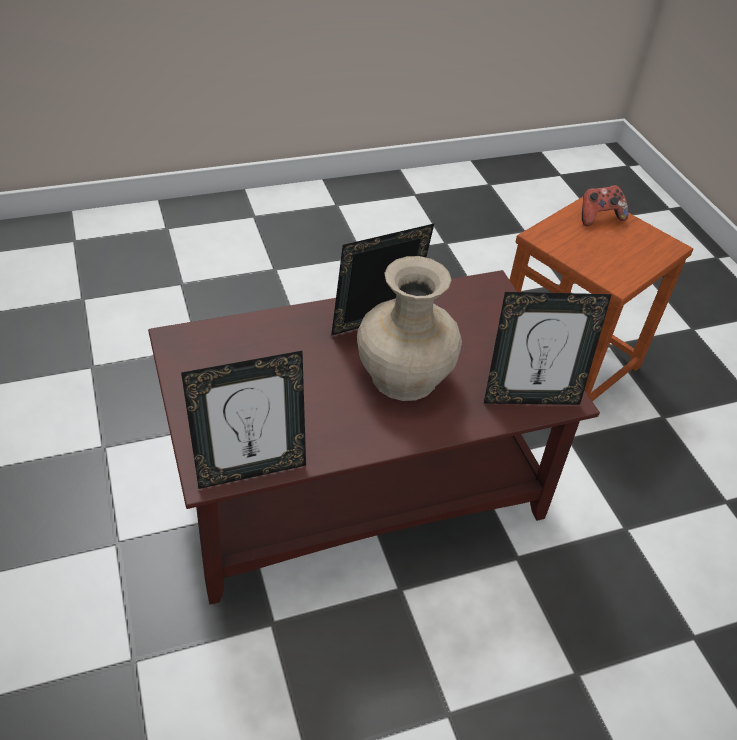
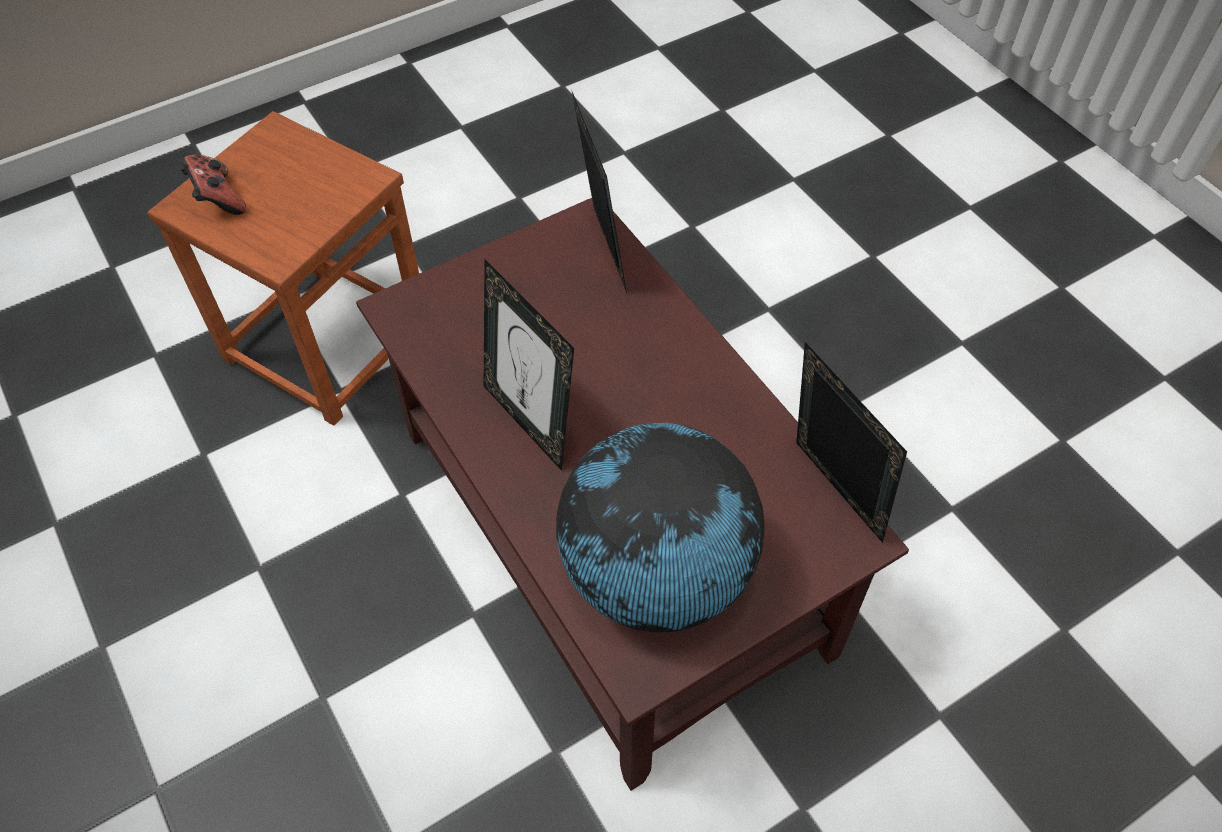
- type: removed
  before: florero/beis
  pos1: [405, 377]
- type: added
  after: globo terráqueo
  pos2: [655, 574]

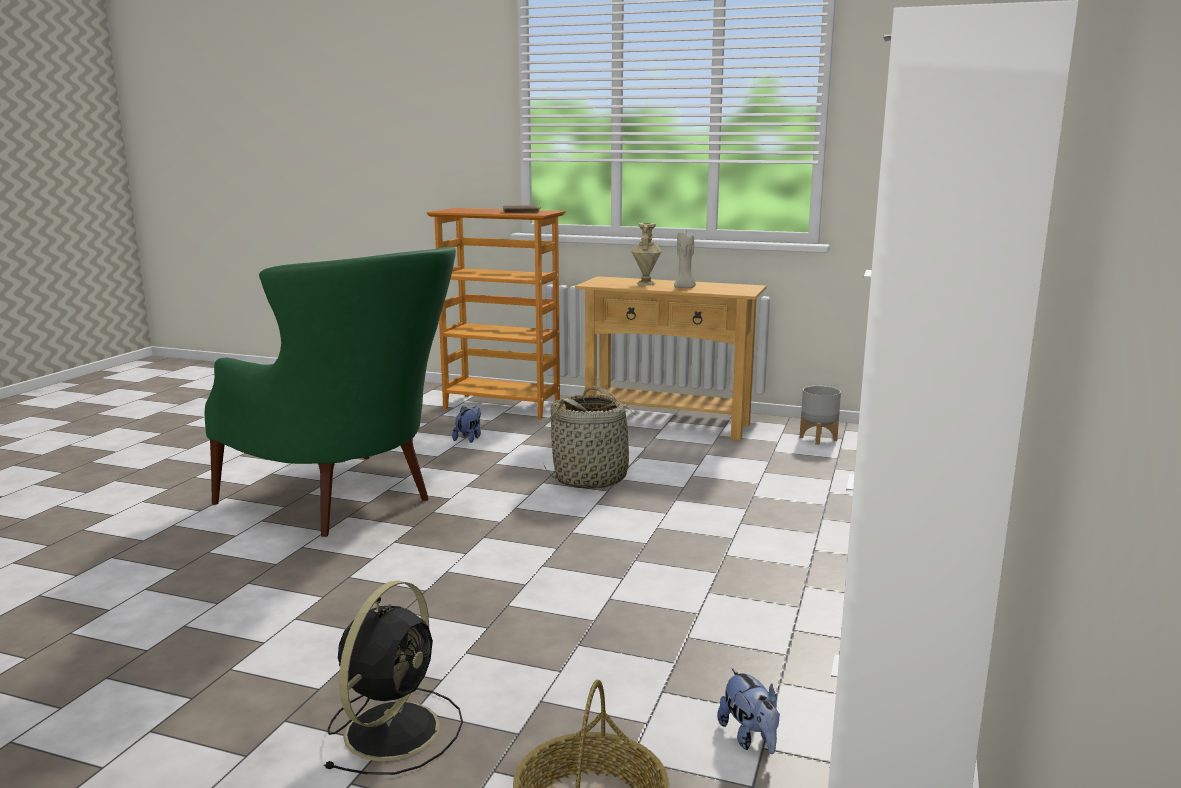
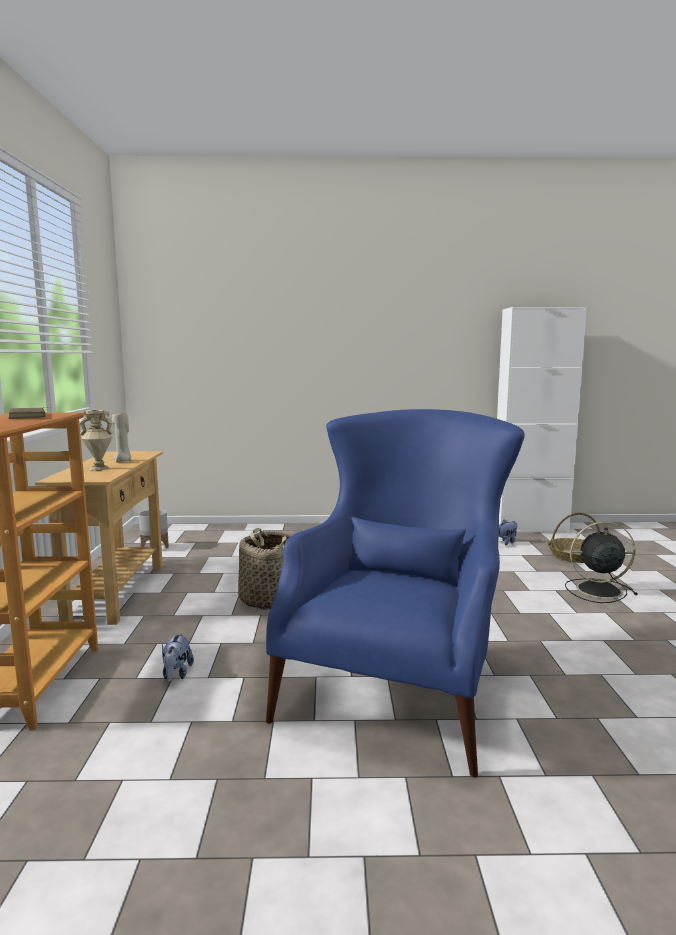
- type: recoloured
  before: sillón/verde
  after: sillón/azul
  pos1: [350, 504]
  pos2: [399, 683]
- type: turned
  before: peluche
  pos1: [469, 438]
  pos2: [176, 674]
  turn: -90

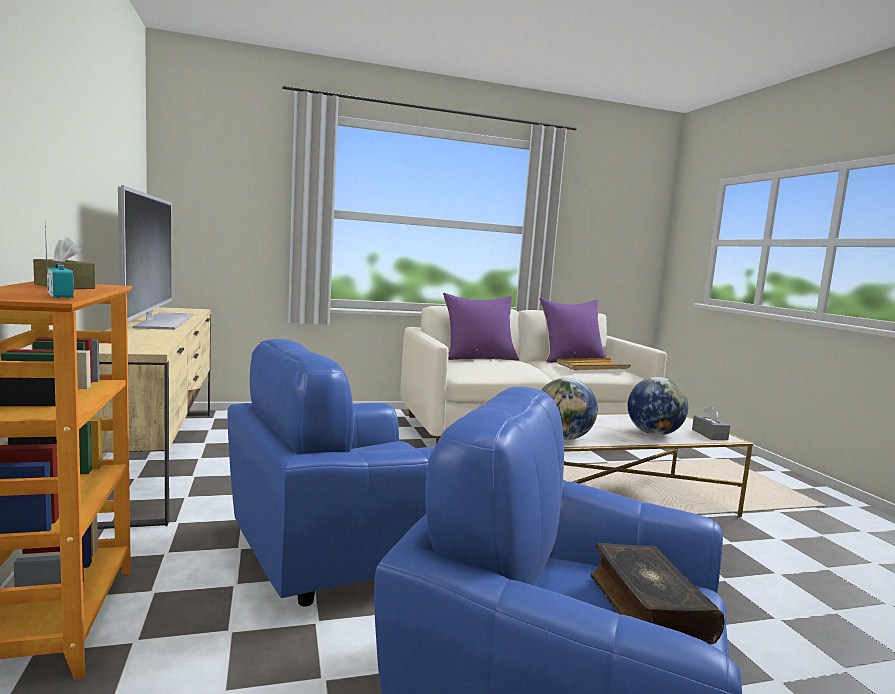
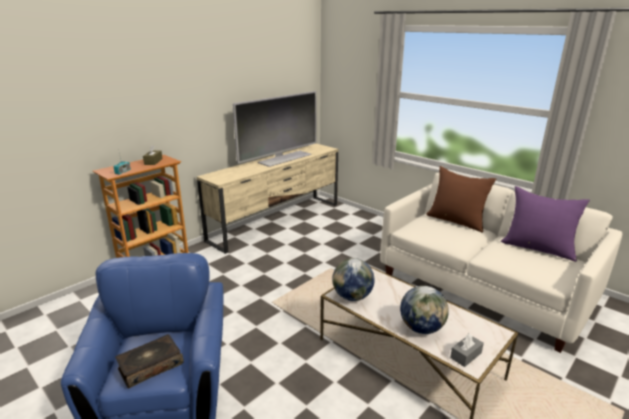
- type: removed
  before: sillón/azul
  pos1: [342, 552]
- type: recoloured
  before: cojín/morado
  after: cojín/marrón
  pos1: [479, 358]
  pos2: [456, 221]
- type: removed
  before: bandeja/beis
  pos1: [592, 367]

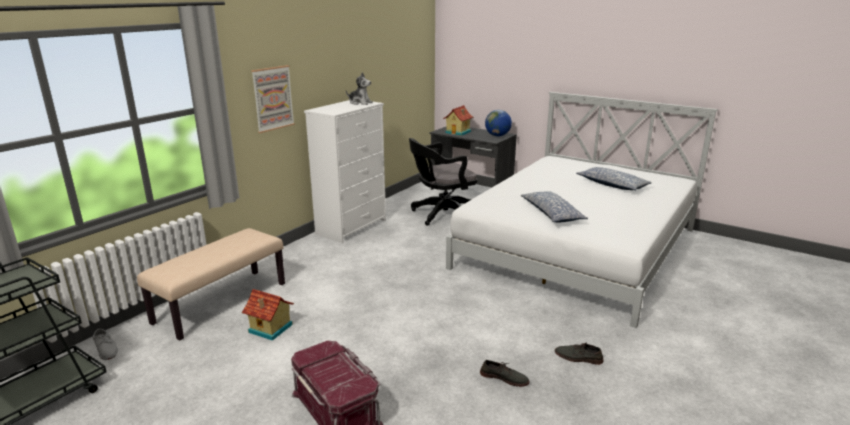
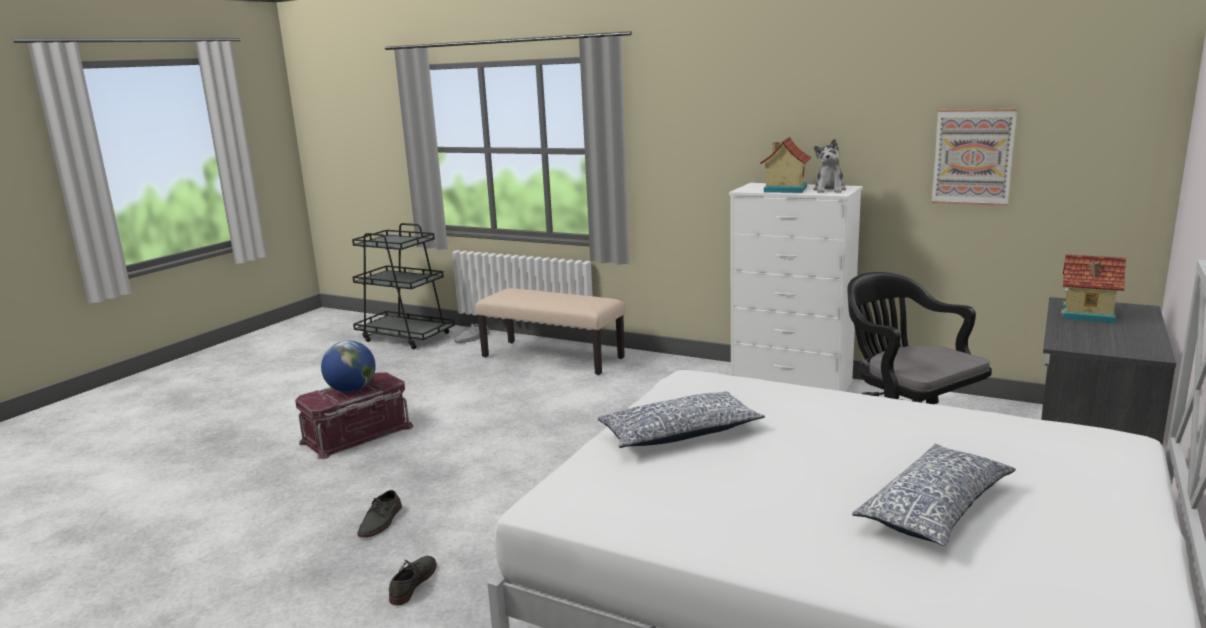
- type: moved
  before: casita
  pos1: [270, 329]
  pos2: [784, 189]
- type: moved
  before: cuadro
  pos1: [272, 98]
  pos2: [973, 157]
- type: moved
  before: globo terráqueo
  pos1: [497, 136]
  pos2: [352, 390]

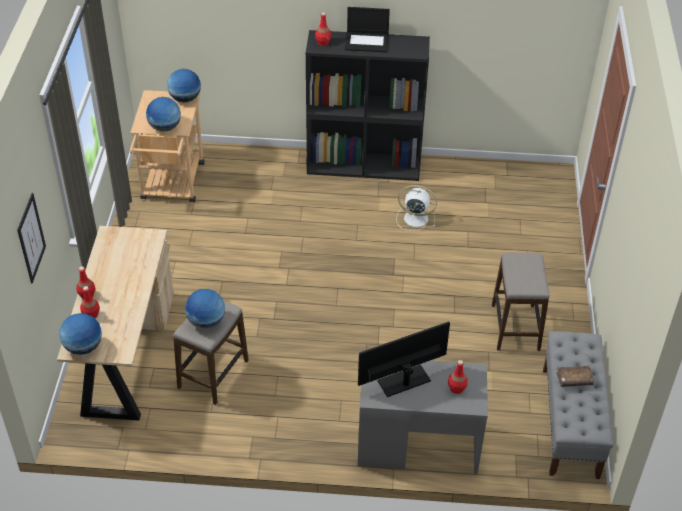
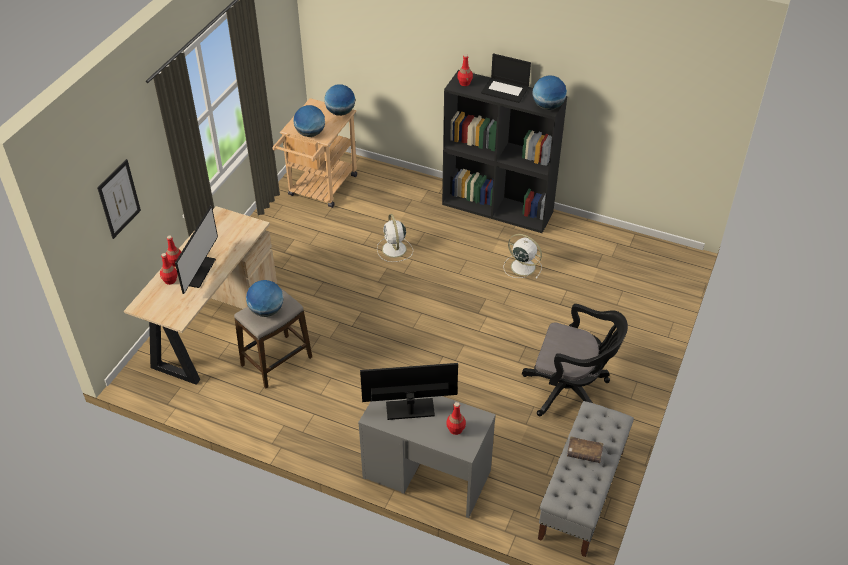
- type: moved
  before: globo terráqueo
  pos1: [83, 347]
  pos2: [547, 106]
- type: replaced
  before: taburete
  after: silla de oficina/negro
  pos1: [515, 327]
  pos2: [570, 390]
- type: added
  after: monitor
  pos2: [198, 272]
- type: added
  after: ventilador/blanco
  pos2: [394, 250]

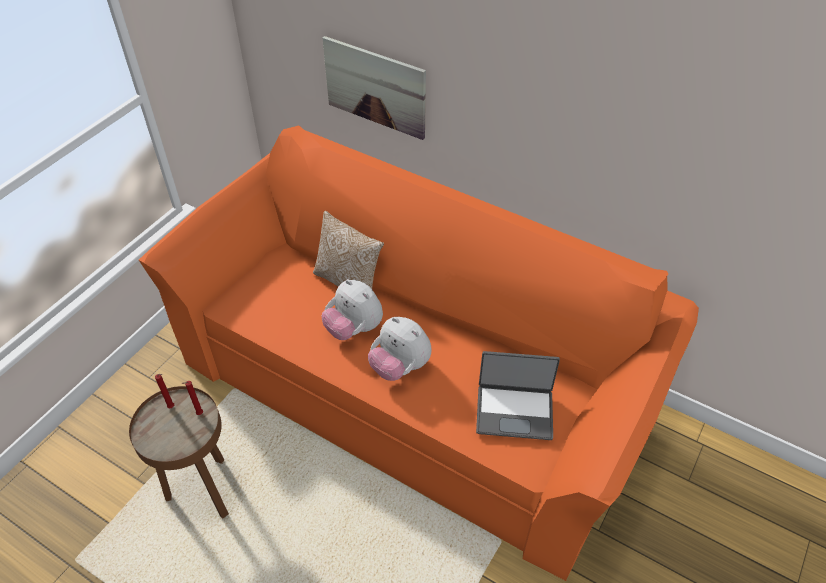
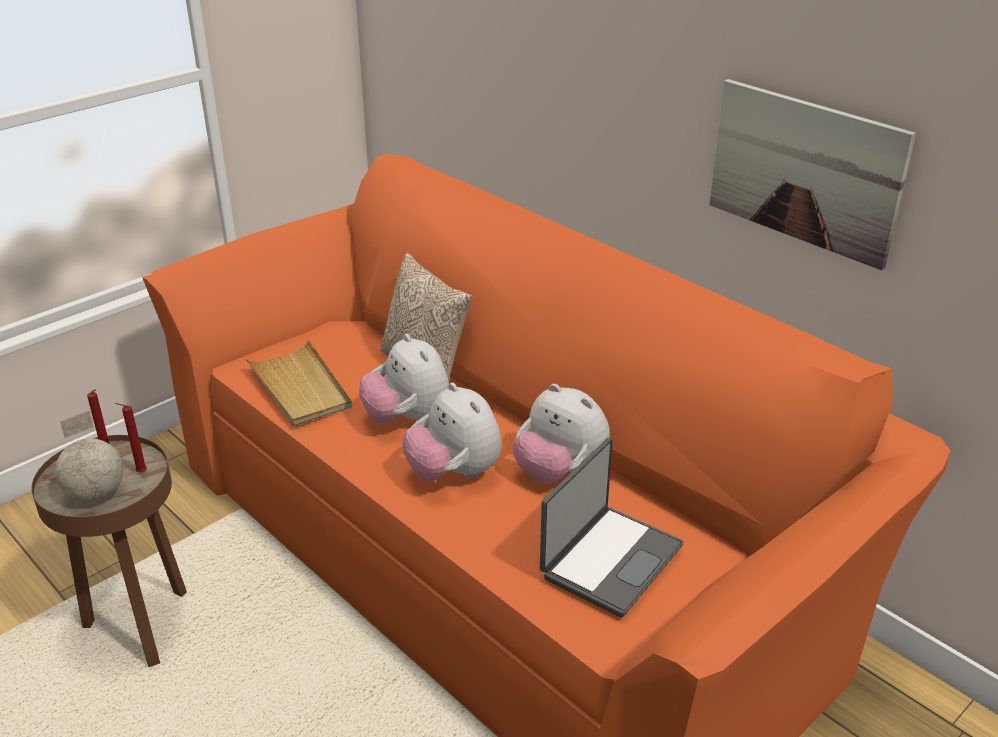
- type: moved
  before: cuadro
  pos1: [375, 87]
  pos2: [805, 171]
- type: turned
  before: portátil
  pos1: [514, 411]
  pos2: [610, 560]
  turn: -75
- type: added
  after: globo terráqueo
  pos2: [97, 494]
- type: added
  after: bandeja/beis
  pos2: [299, 387]
- type: added
  after: peluche
  pos2: [559, 472]

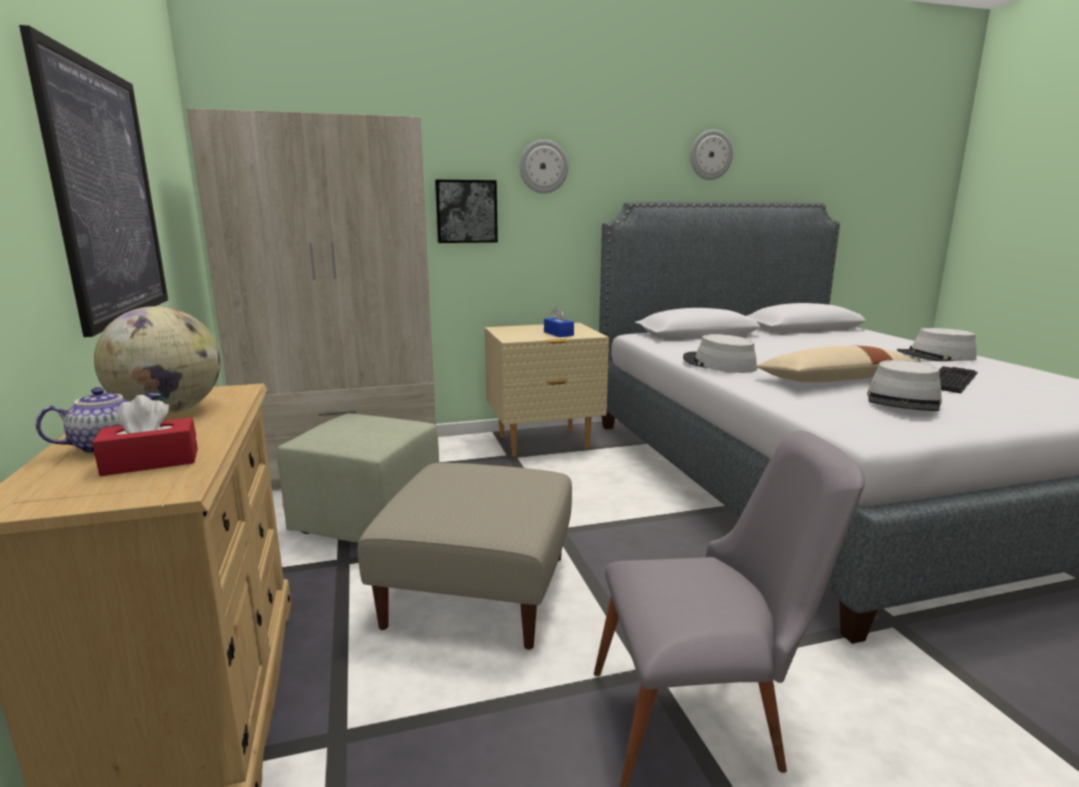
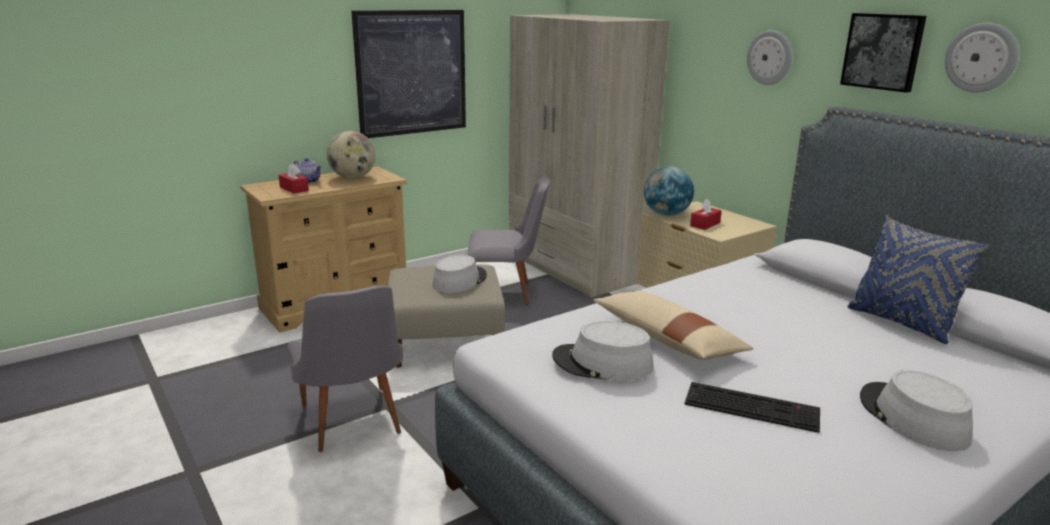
- type: replaced
  before: puf/verde
  after: silla/gris
  pos1: [370, 520]
  pos2: [505, 294]
- type: moved
  before: cuadro
  pos1: [466, 211]
  pos2: [883, 51]
- type: recoloured
  before: caja de pañuelos/azul
  after: caja de pañuelos/rojo
  pos1: [558, 333]
  pos2: [705, 224]
- type: moved
  before: sombrero/gris
  pos1: [718, 364]
  pos2: [459, 281]
- type: added
  after: globo terráqueo
  pos2: [666, 214]
- type: added
  after: cojín/azul
  pos2: [901, 323]

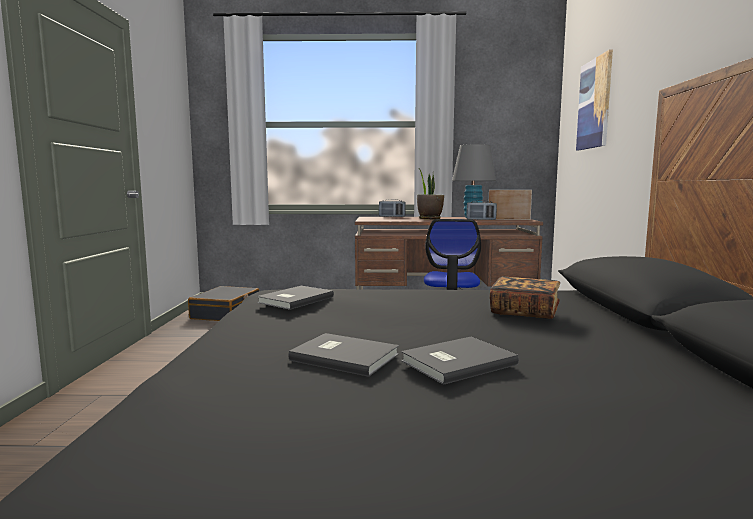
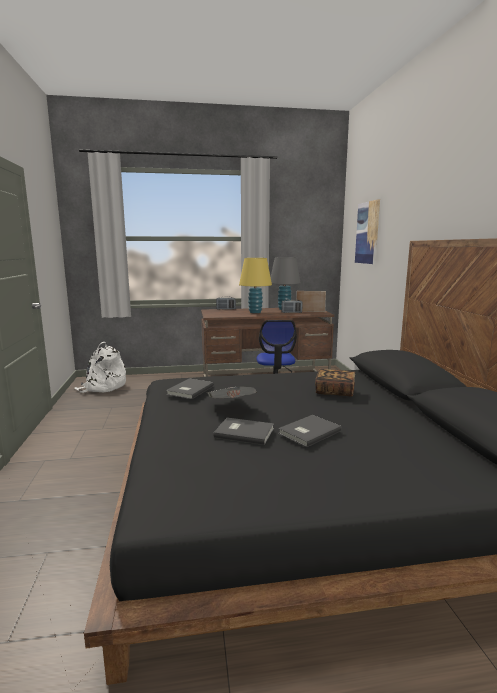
- type: replaced
  before: maleta/negro
  after: mochila/blanco
  pos1: [226, 313]
  pos2: [103, 387]
- type: replaced
  before: planta en maceta
  after: lámpara de mesa/amarillo
  pos1: [429, 219]
  pos2: [255, 312]
- type: added
  after: periódico
  pos2: [232, 406]

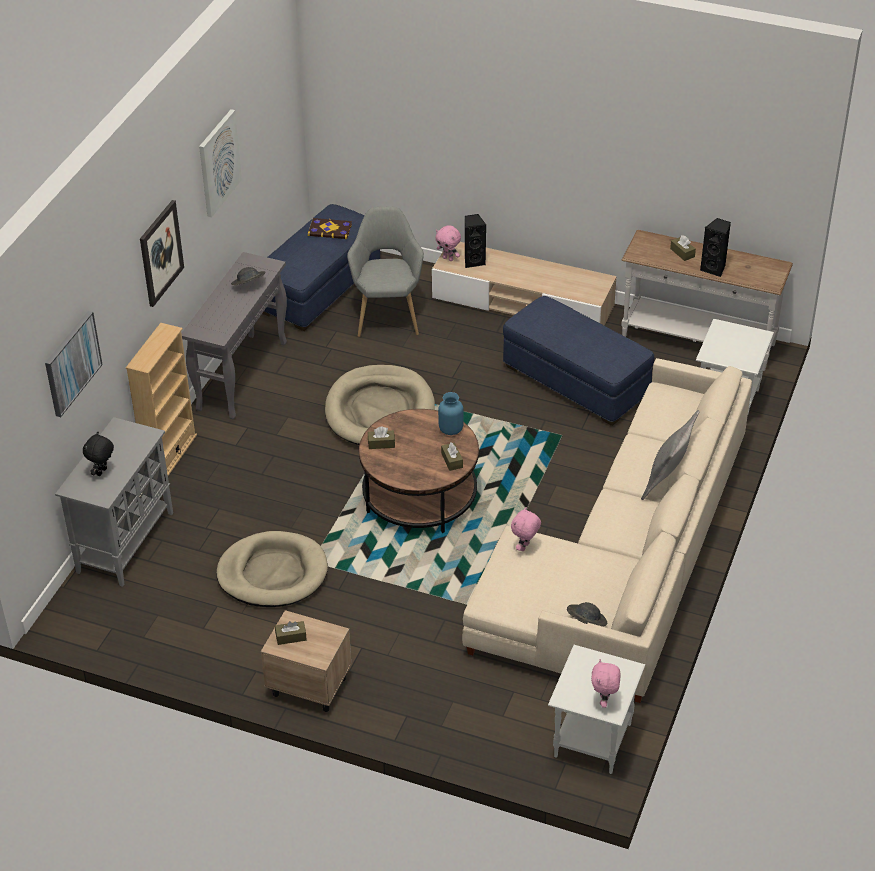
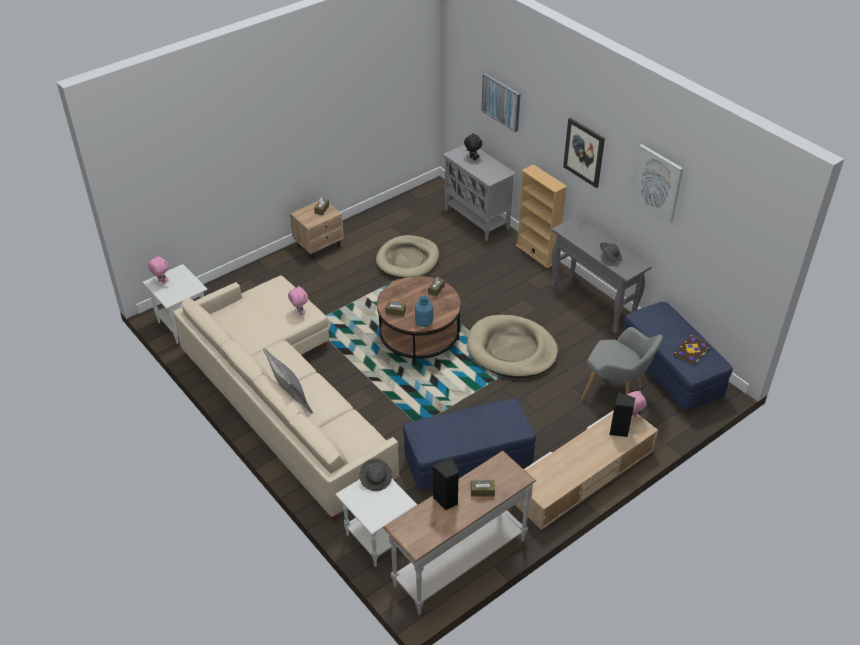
- type: moved
  before: sombrero/gris
  pos1: [586, 622]
  pos2: [376, 480]

